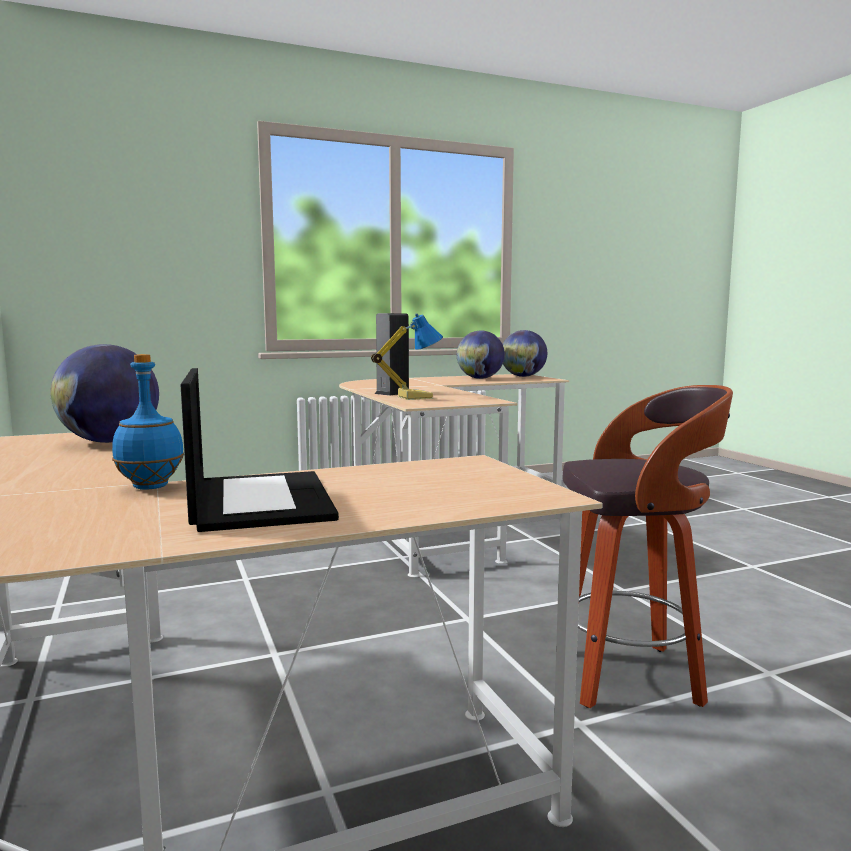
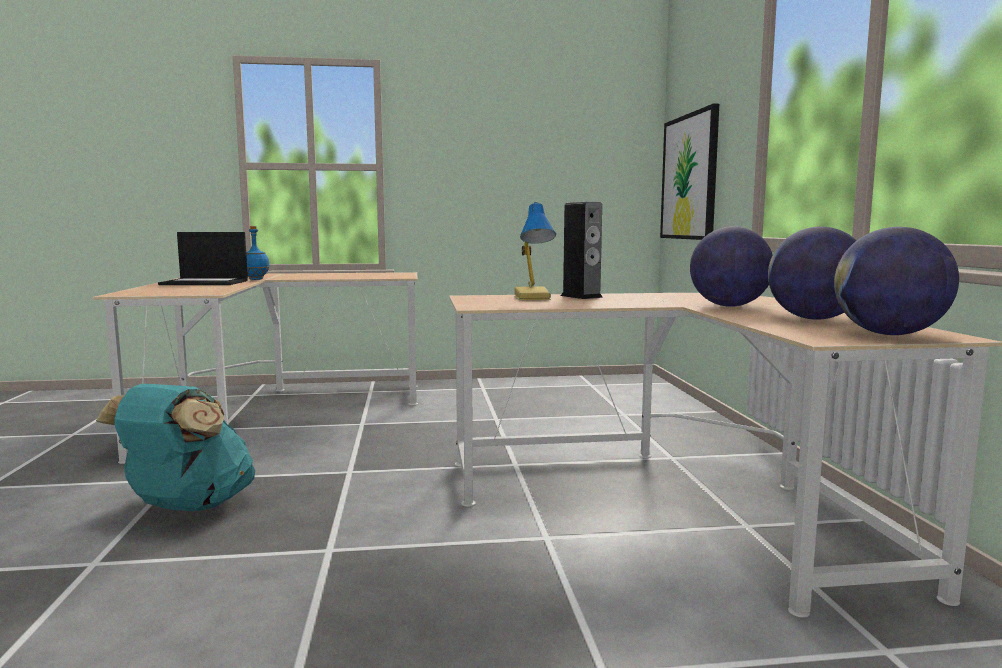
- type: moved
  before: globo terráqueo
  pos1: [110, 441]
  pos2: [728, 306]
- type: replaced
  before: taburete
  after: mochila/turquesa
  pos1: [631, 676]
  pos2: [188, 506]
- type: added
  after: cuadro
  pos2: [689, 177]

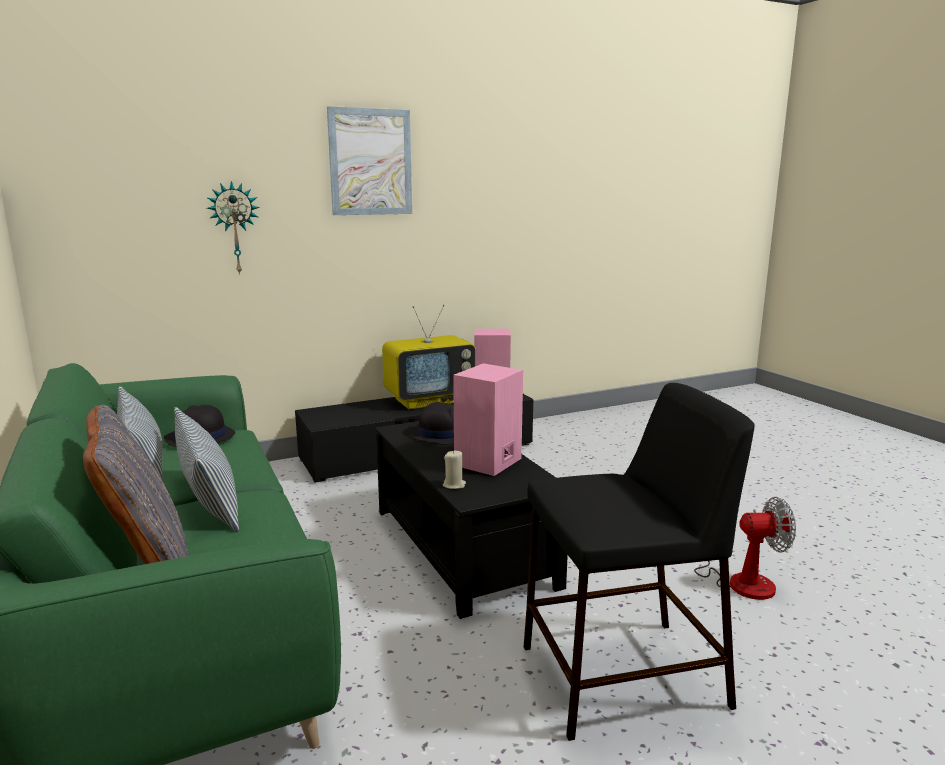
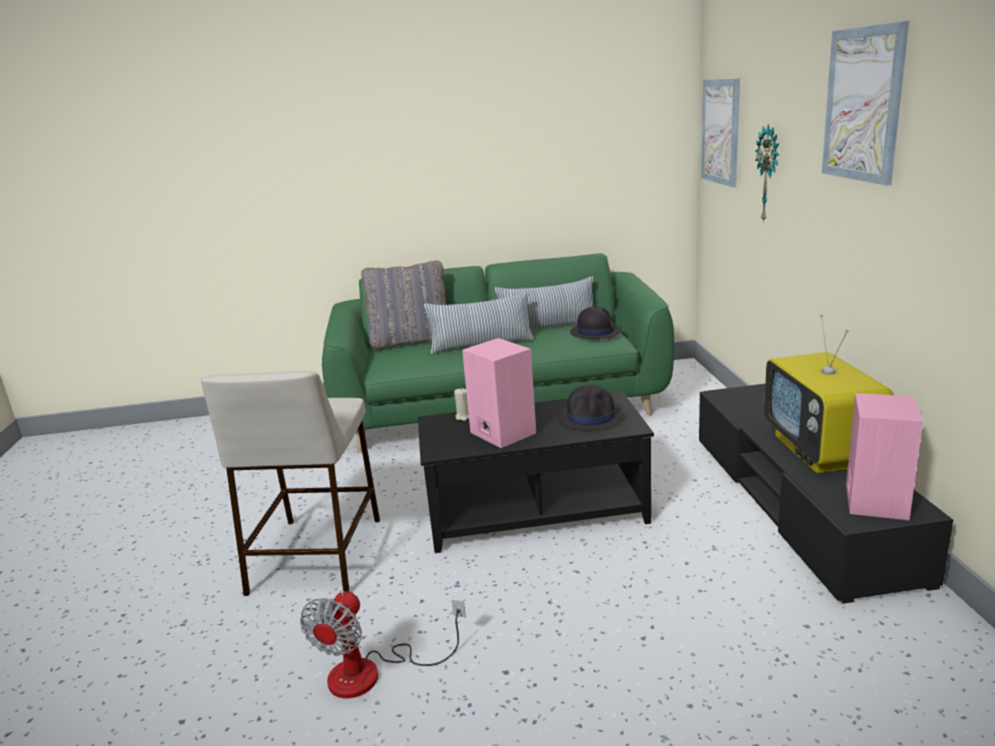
- type: recoloured
  before: taburete/negro
  after: taburete/beis
  pos1: [620, 677]
  pos2: [316, 554]
- type: added
  after: cuadro
  pos2: [720, 131]

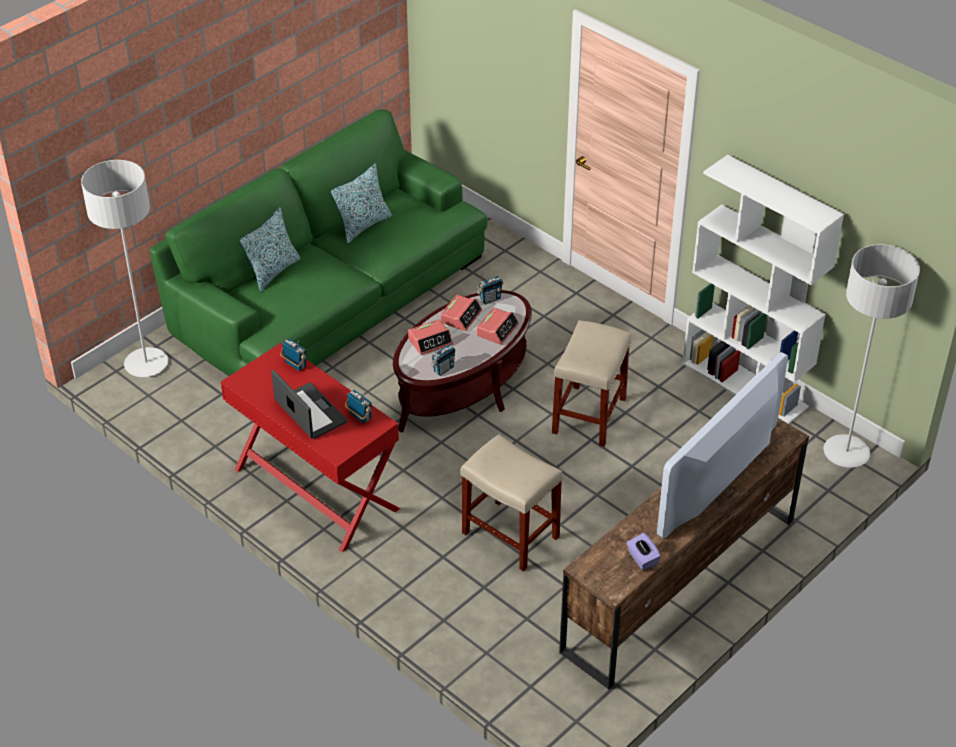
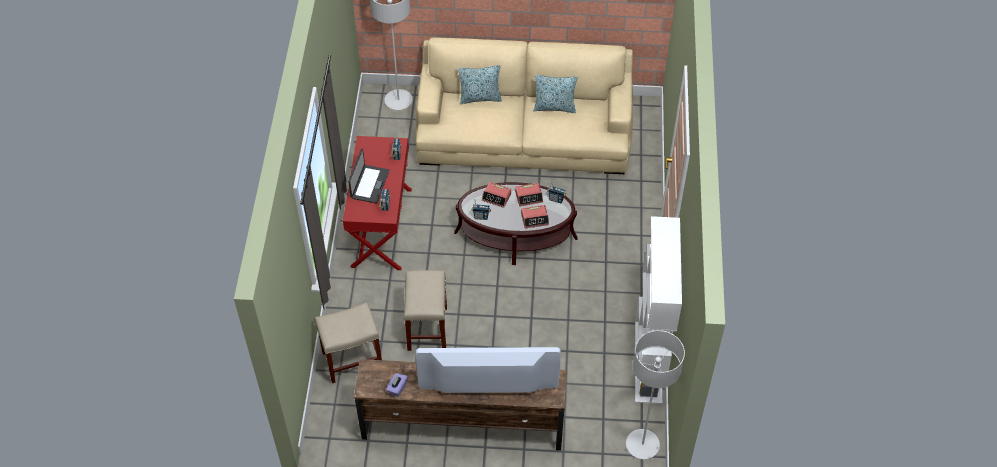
- type: recoloured
  before: sofá/verde
  after: sofá/beis
  pos1: [329, 293]
  pos2: [524, 132]
- type: moved
  before: taburete/beis
  pos1: [589, 416]
  pos2: [351, 360]

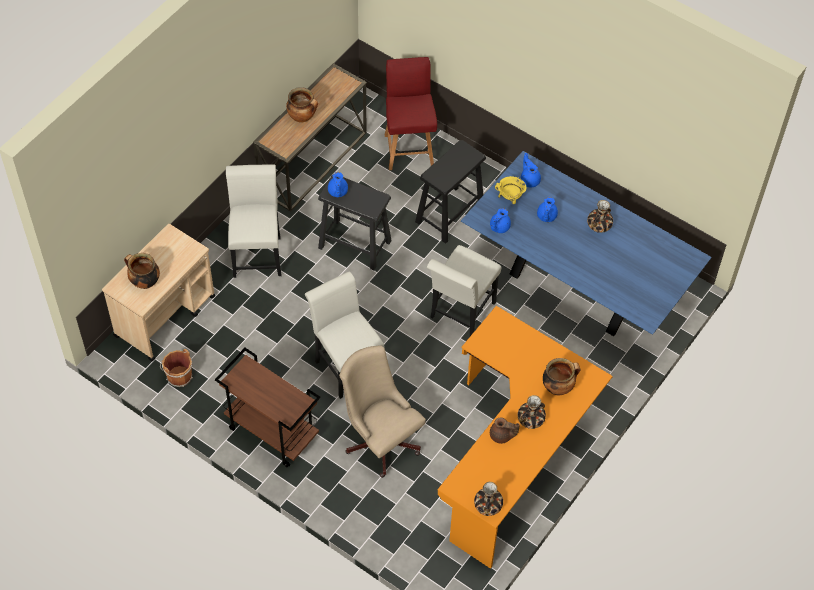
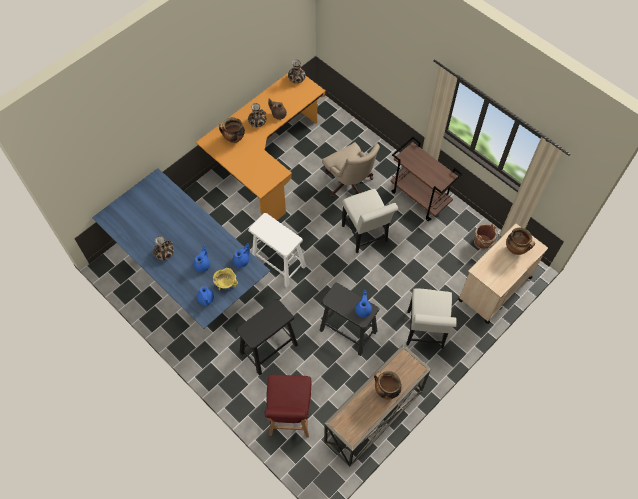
- type: replaced
  before: silla/blanco
  after: taburete/blanco
  pos1: [460, 313]
  pos2: [279, 263]

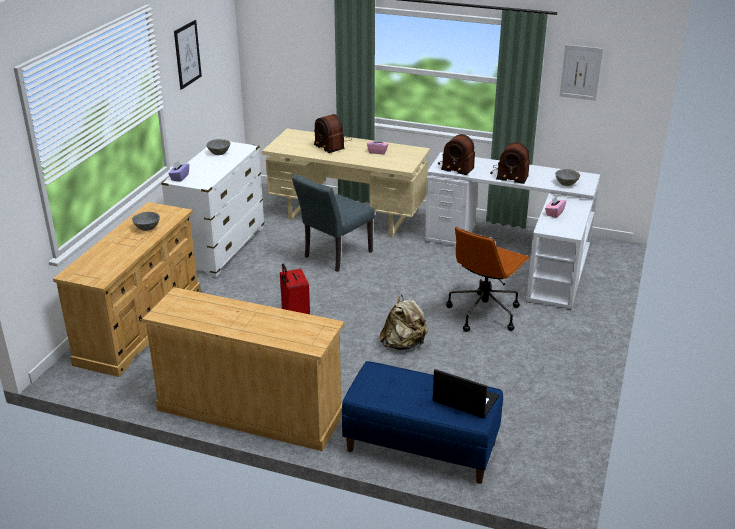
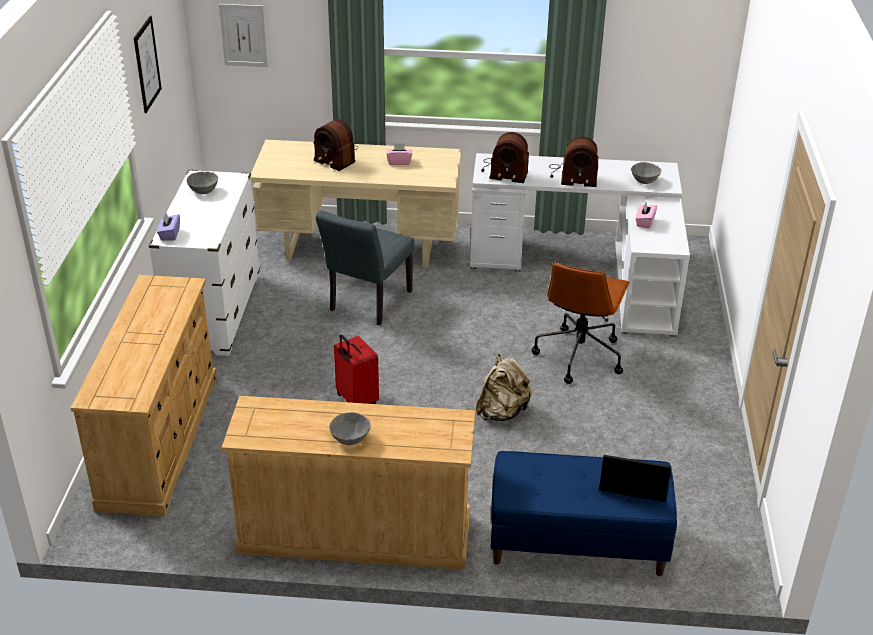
- type: moved
  before: cuenco/gris
  pos1: [147, 228]
  pos2: [350, 439]
- type: moved
  before: cuadro
  pos1: [580, 72]
  pos2: [243, 35]

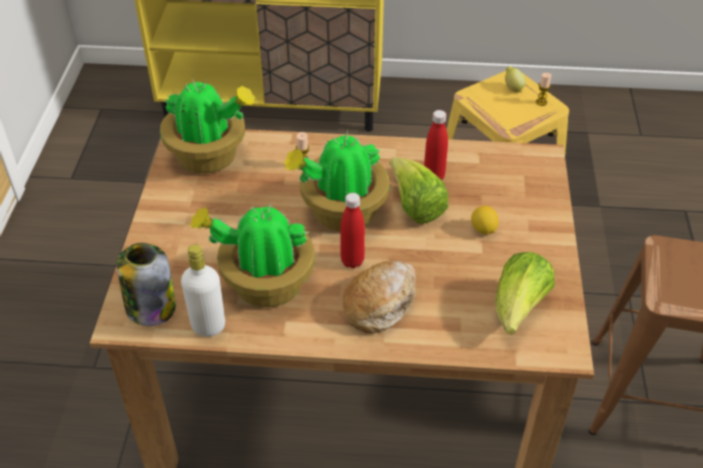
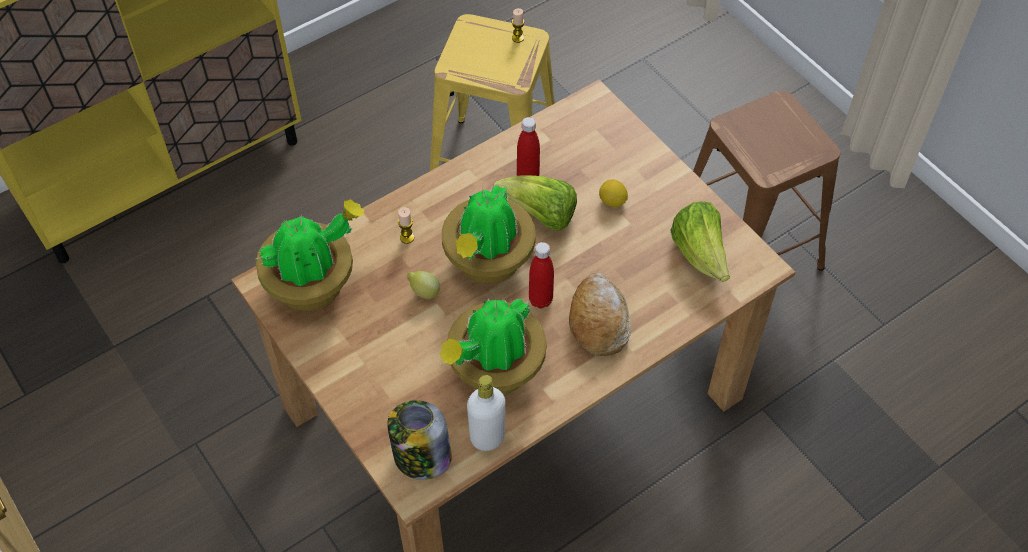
- type: moved
  before: limón
  pos1: [512, 88]
  pos2: [424, 292]

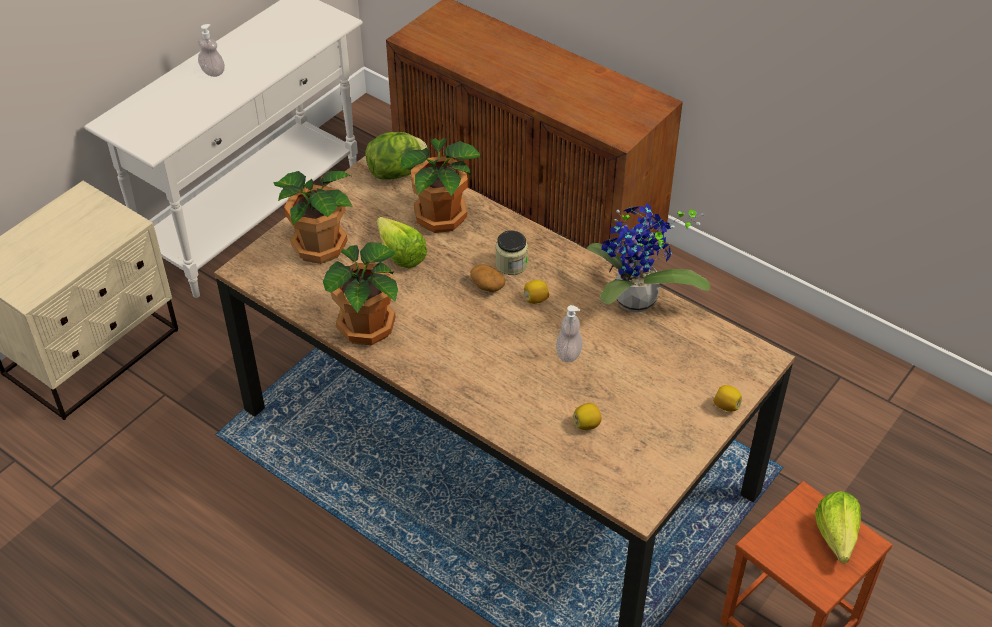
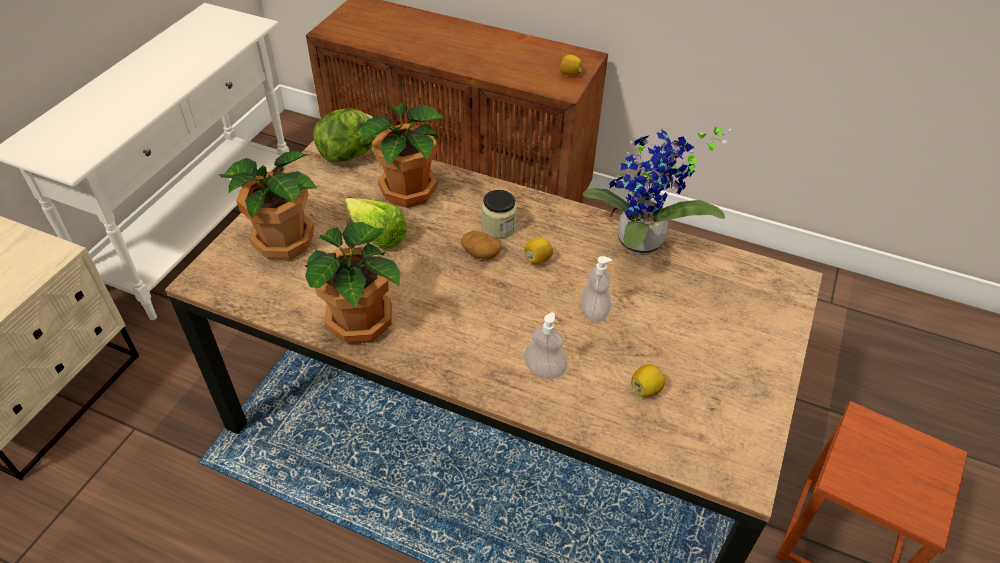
- type: moved
  before: dispensador de jabón
  pos1: [213, 72]
  pos2: [544, 370]
- type: moved
  before: limón
  pos1: [726, 406]
  pos2: [570, 74]
- type: removed
  before: lechuga
  pos1: [835, 542]

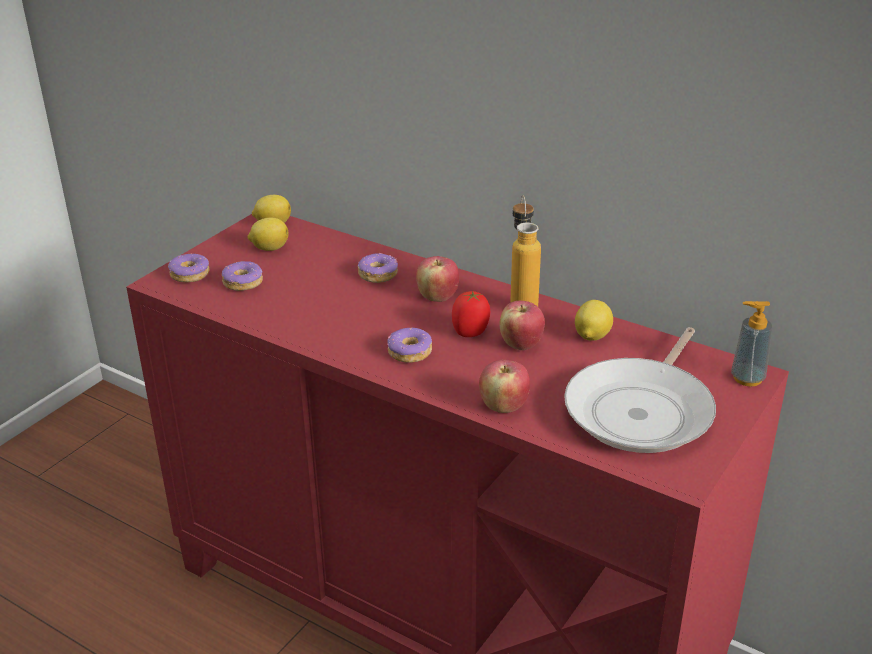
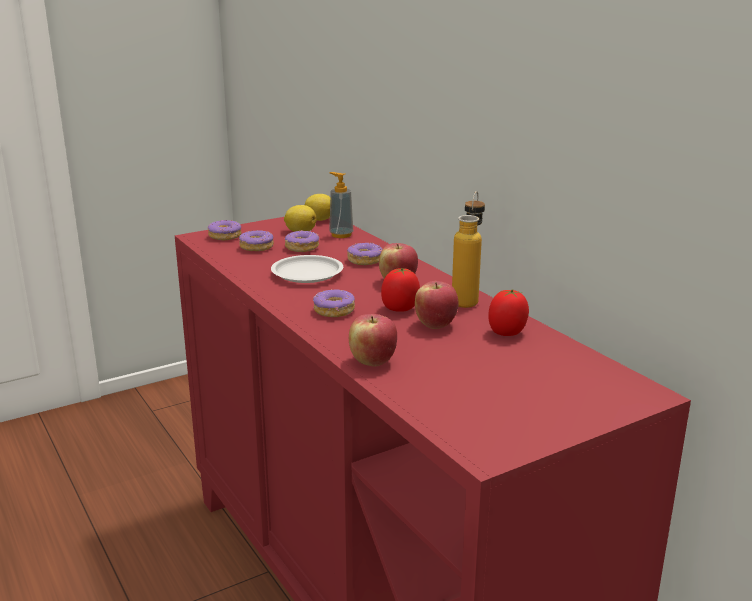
- type: removed
  before: sartén
  pos1: [642, 410]
- type: replaced
  before: limón
  after: tomate
  pos1: [591, 336]
  pos2: [507, 333]
- type: moved
  before: dispensador de jabón
  pos1: [747, 378]
  pos2: [341, 235]
- type: added
  after: plato/blanco
  pos2: [307, 274]
- type: added
  after: rosquilla
  pos2: [301, 247]

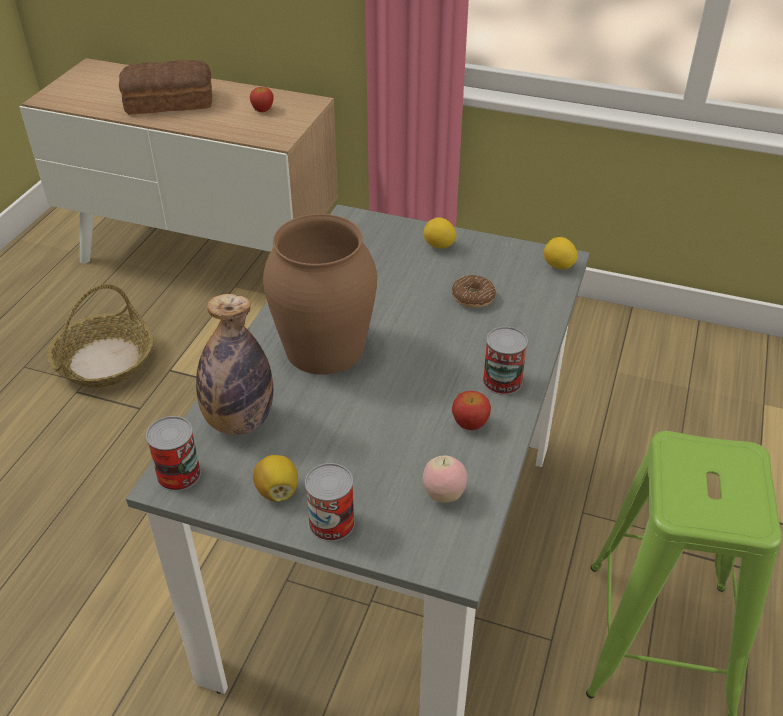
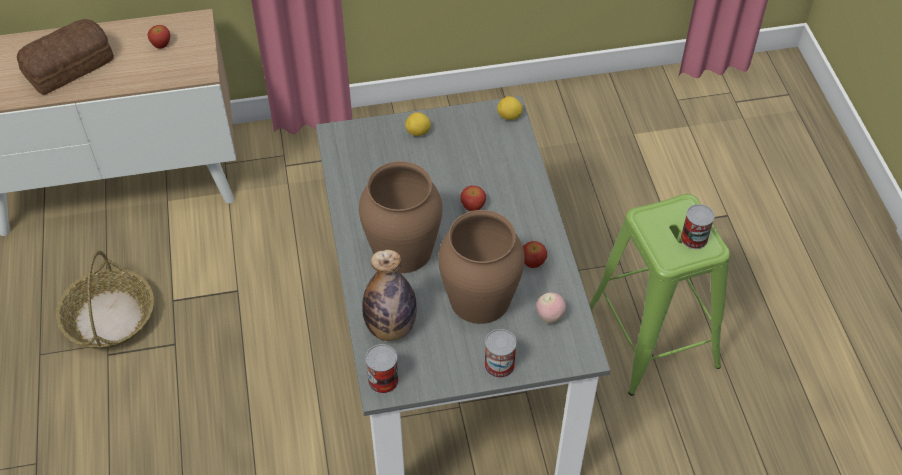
- type: removed
  before: limón
  pos1: [277, 491]
- type: removed
  before: rosquilla
  pos1: [473, 297]
- type: moved
  before: lata
  pos1: [502, 381]
  pos2: [694, 238]
- type: added
  after: florero/marrón
  pos2: [480, 299]
- type: added
  after: manzana
  pos2: [473, 206]

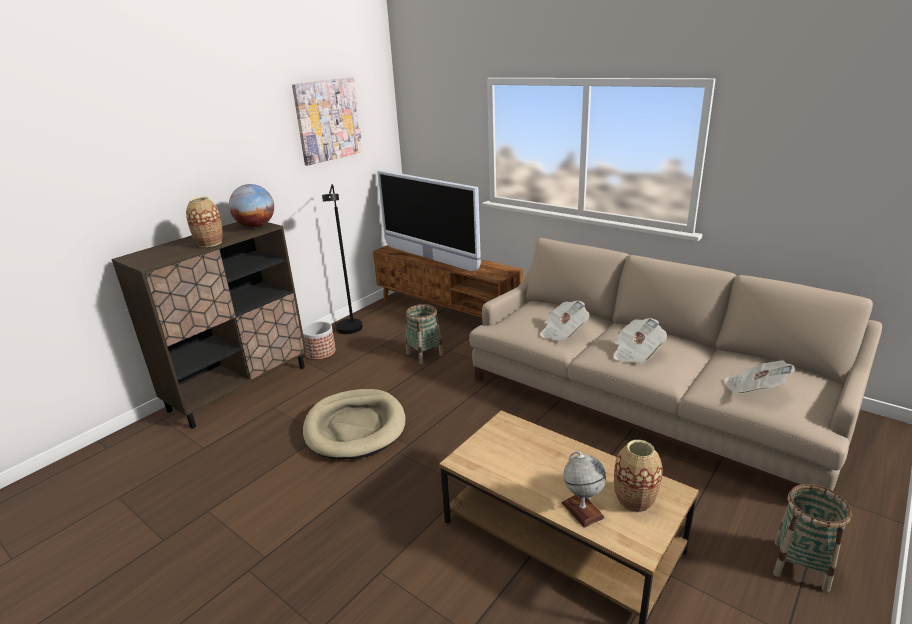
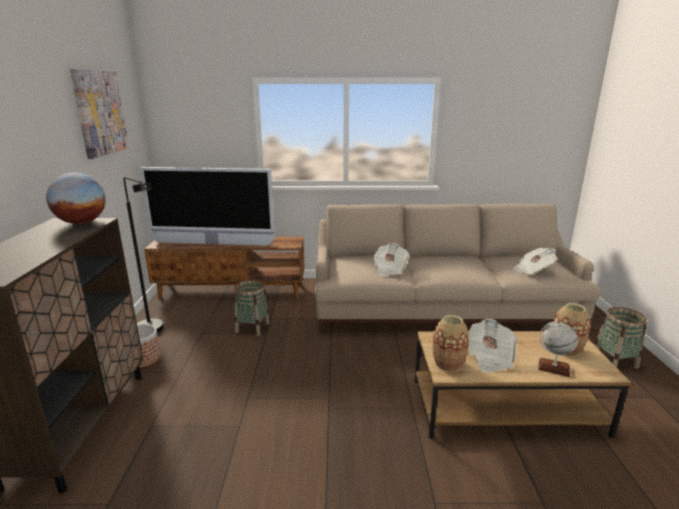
- type: moved
  before: florero
  pos1: [210, 243]
  pos2: [448, 364]
- type: removed
  before: cama para perro/beis
  pos1: [355, 427]
- type: moved
  before: periódico
  pos1: [636, 353]
  pos2: [489, 358]

